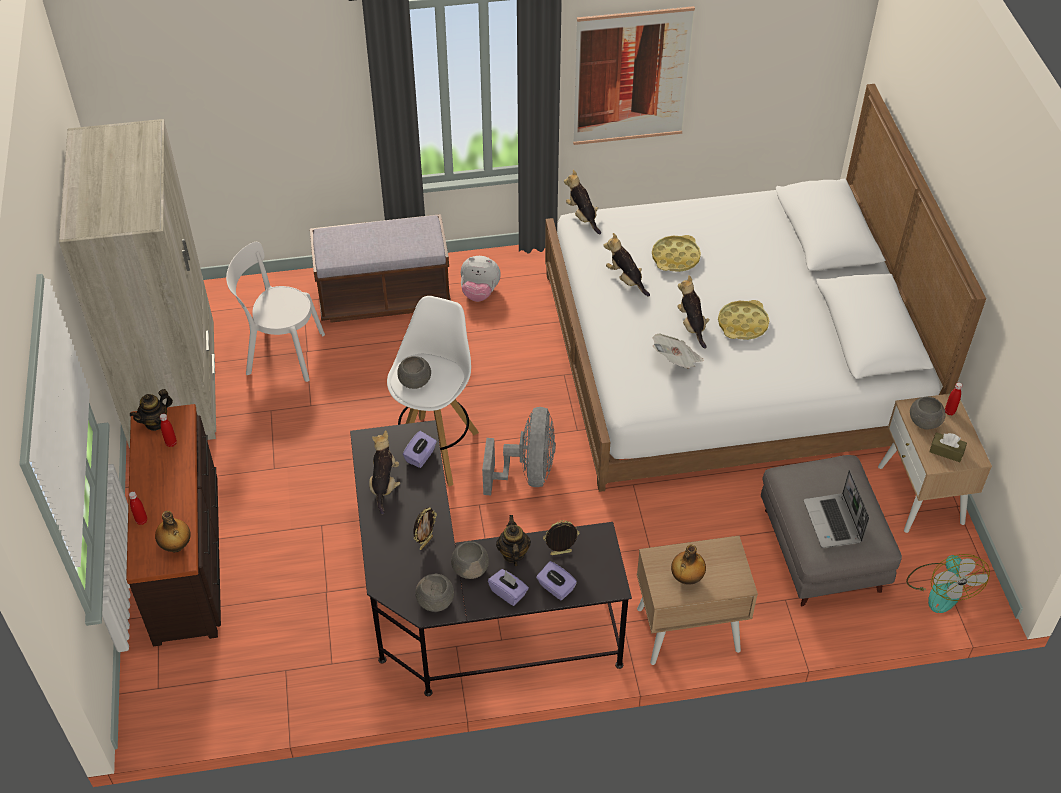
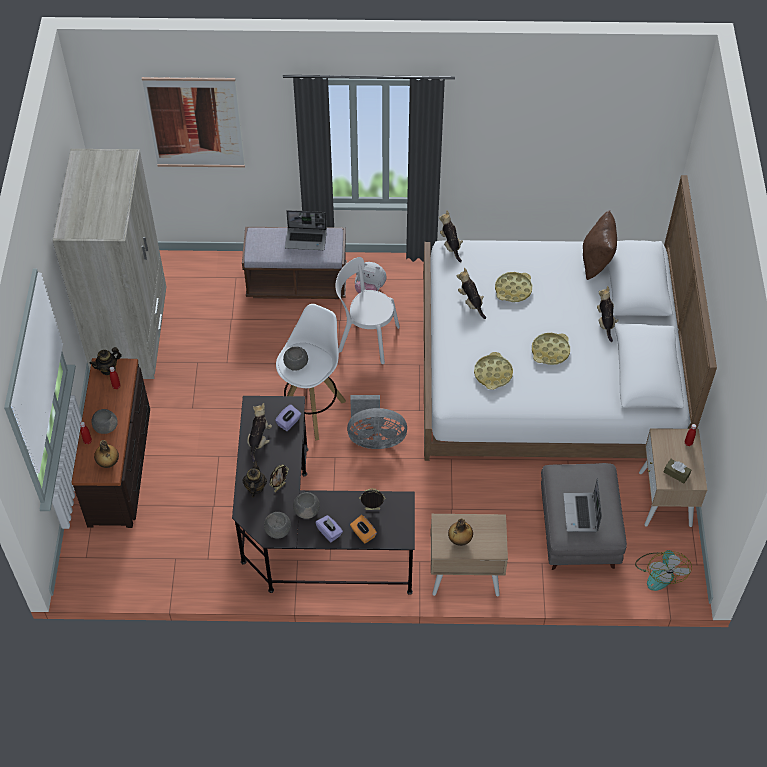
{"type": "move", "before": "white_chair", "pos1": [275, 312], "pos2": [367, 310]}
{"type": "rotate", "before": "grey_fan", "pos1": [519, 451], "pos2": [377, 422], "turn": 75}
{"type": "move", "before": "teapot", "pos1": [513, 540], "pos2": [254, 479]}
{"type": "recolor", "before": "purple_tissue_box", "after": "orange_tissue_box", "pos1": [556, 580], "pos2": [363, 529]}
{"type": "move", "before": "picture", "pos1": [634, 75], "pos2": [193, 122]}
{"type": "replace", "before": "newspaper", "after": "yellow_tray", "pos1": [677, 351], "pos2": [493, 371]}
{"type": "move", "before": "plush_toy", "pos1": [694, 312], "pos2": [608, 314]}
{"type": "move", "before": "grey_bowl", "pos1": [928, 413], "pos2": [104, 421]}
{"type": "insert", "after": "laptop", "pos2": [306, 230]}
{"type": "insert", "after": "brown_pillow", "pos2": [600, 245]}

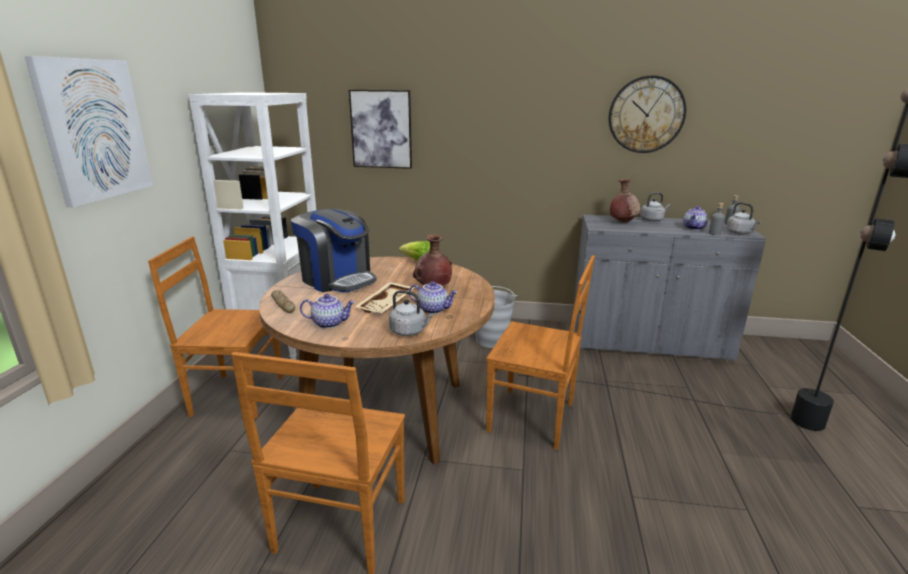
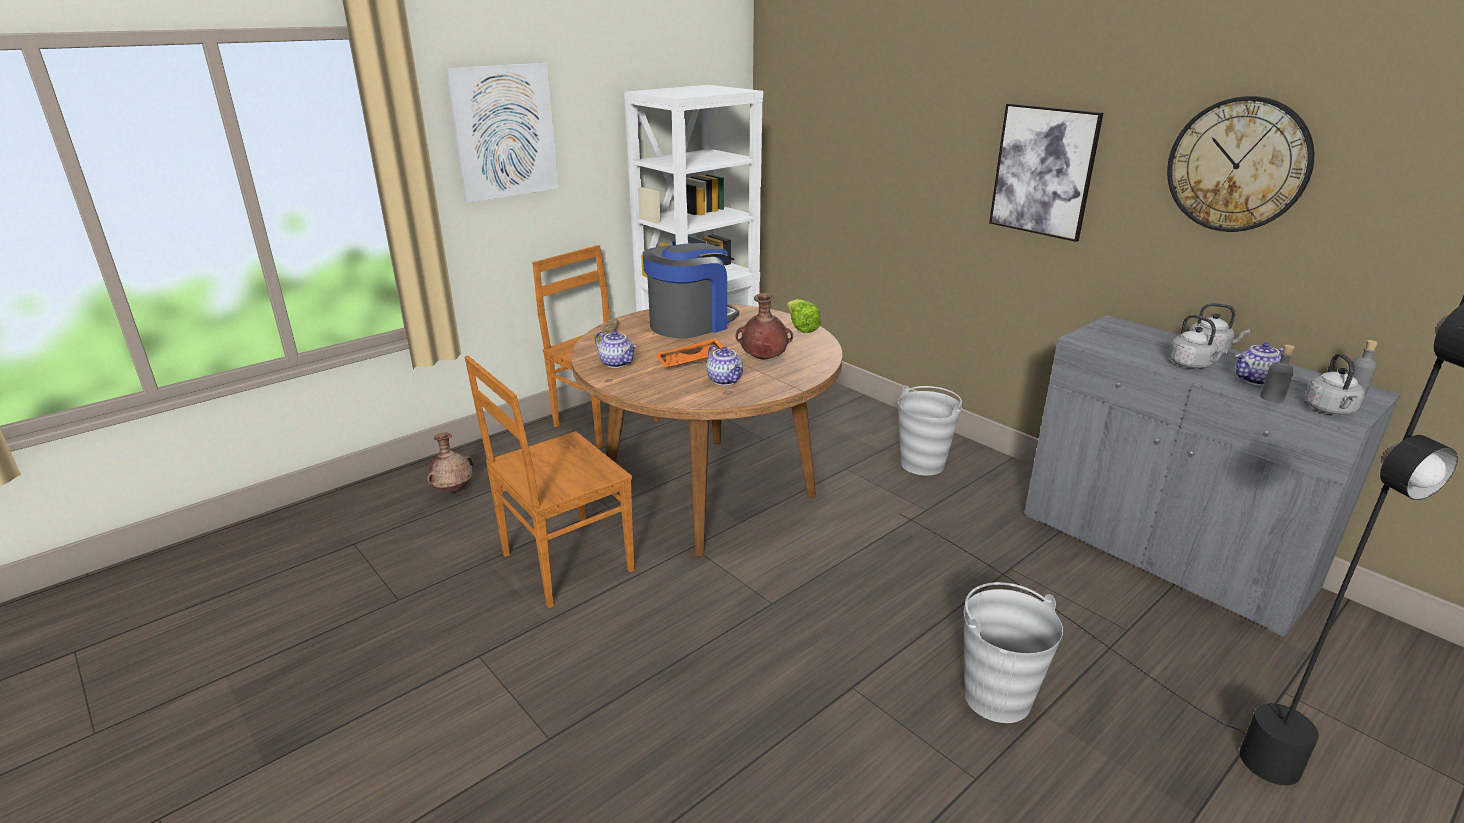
{"type": "rotate", "before": "coffee_machine", "pos1": [334, 250], "pos2": [690, 290], "turn": -120}
{"type": "move", "before": "picture", "pos1": [380, 129], "pos2": [1046, 172]}
{"type": "recolor", "before": "beige_tray", "after": "orange_tray", "pos1": [385, 297], "pos2": [690, 352]}
{"type": "move", "before": "grey_kettle", "pos1": [411, 313], "pos2": [1198, 342]}
{"type": "delete", "before": "brown_chair", "pos1": [540, 352]}
{"type": "move", "before": "brown_vase", "pos1": [625, 201], "pos2": [450, 462]}
{"type": "insert", "after": "grey_bucket", "pos2": [1013, 652]}

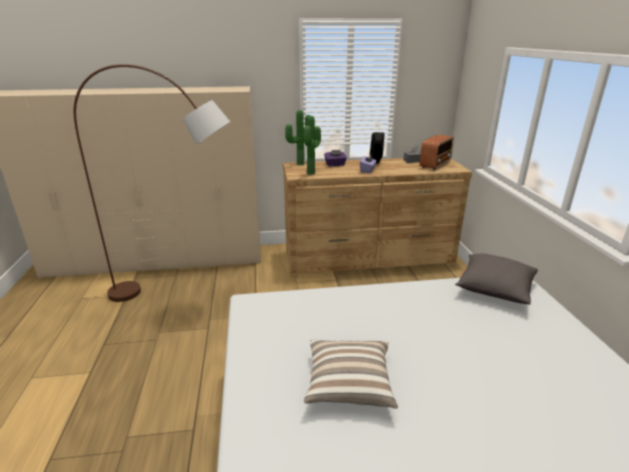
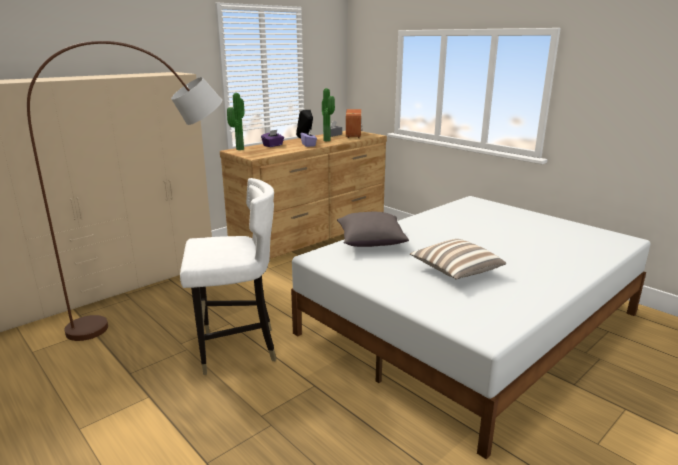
{"type": "move", "before": "potted_plant", "pos1": [312, 145], "pos2": [328, 114]}
{"type": "move", "before": "grey_pillow", "pos1": [496, 279], "pos2": [373, 229]}
{"type": "insert", "after": "white_chair", "pos2": [228, 276]}

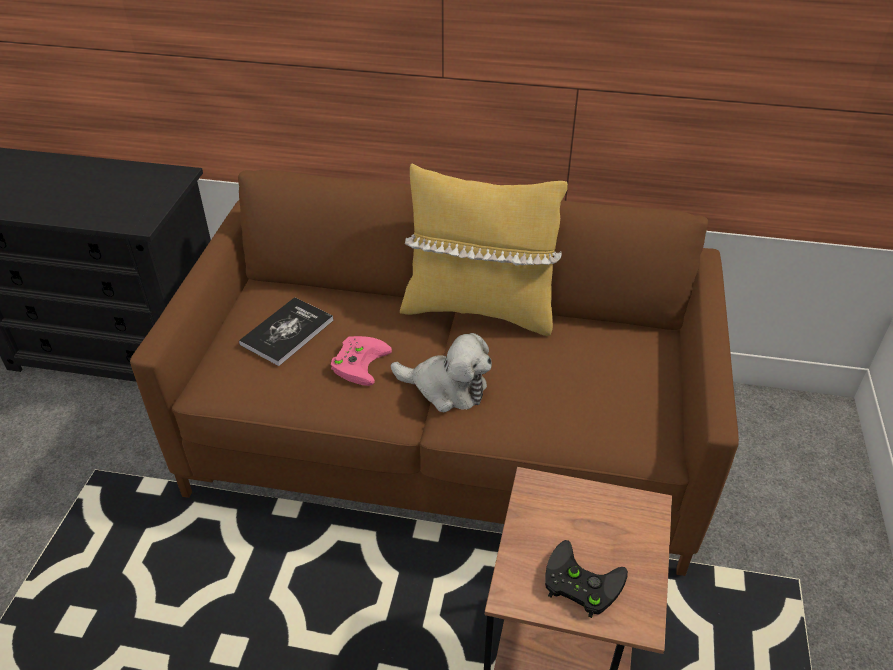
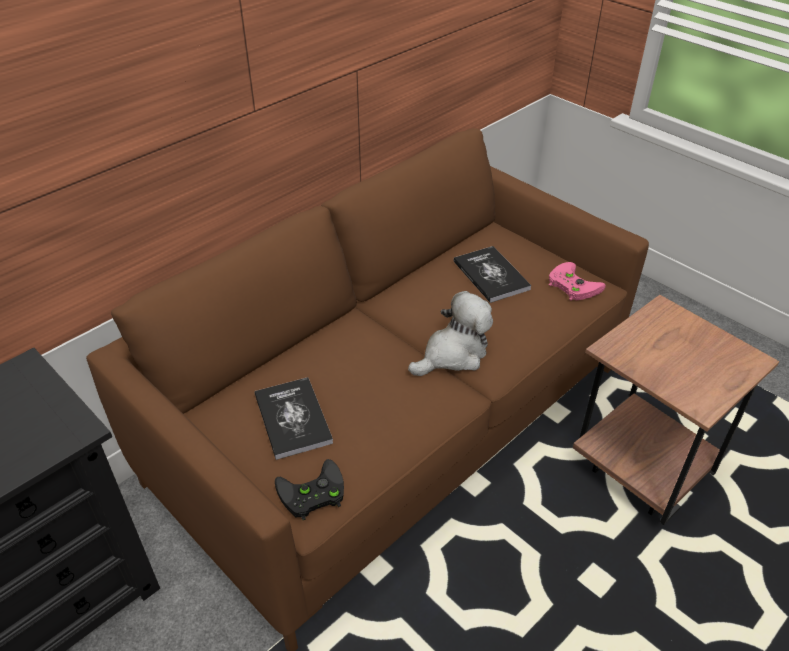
{"type": "move", "before": "pink_game_controller", "pos1": [361, 361], "pos2": [577, 281]}
{"type": "delete", "before": "yellow_pillow", "pos1": [484, 249]}
{"type": "move", "before": "black_game_controller", "pos1": [586, 579], "pos2": [309, 489]}
{"type": "insert", "after": "book", "pos2": [492, 274]}

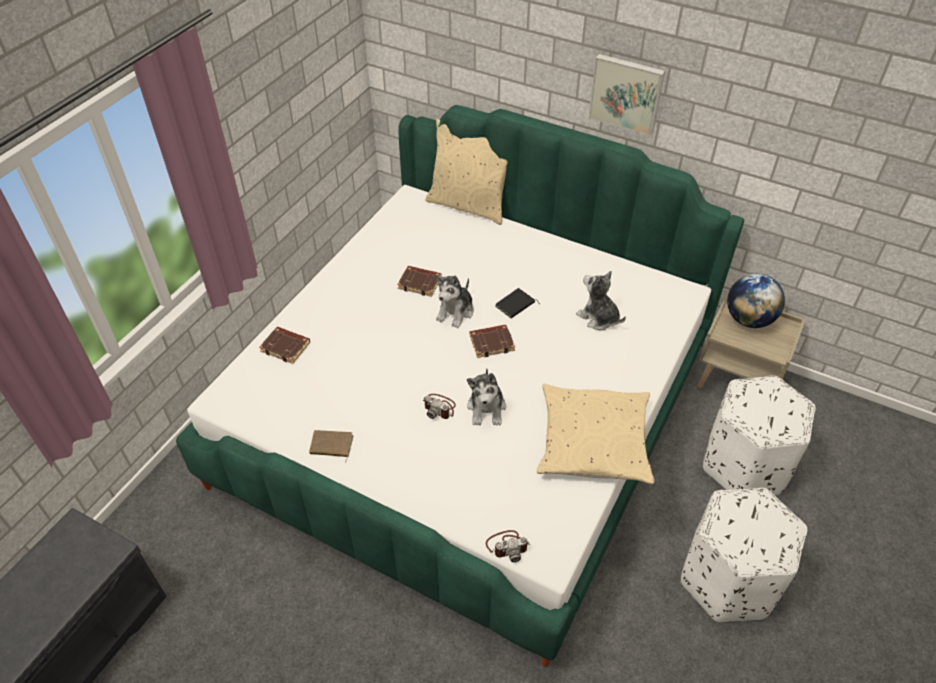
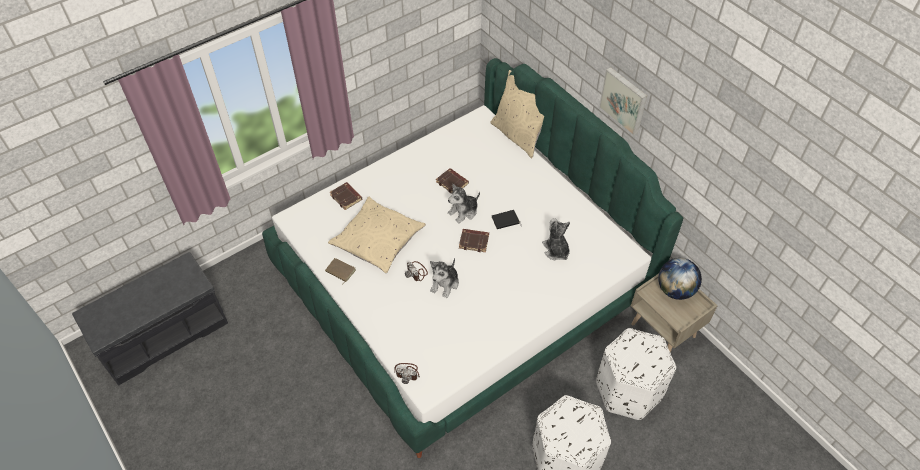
{"type": "move", "before": "beige_pillow", "pos1": [595, 434], "pos2": [377, 235]}

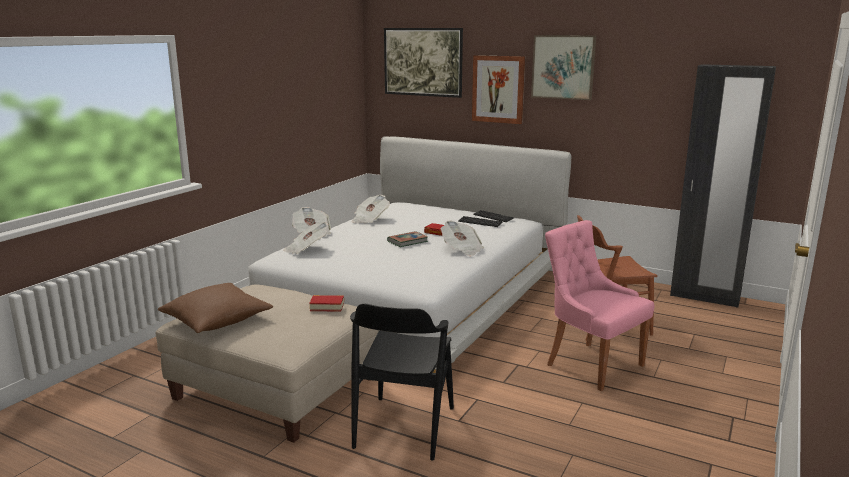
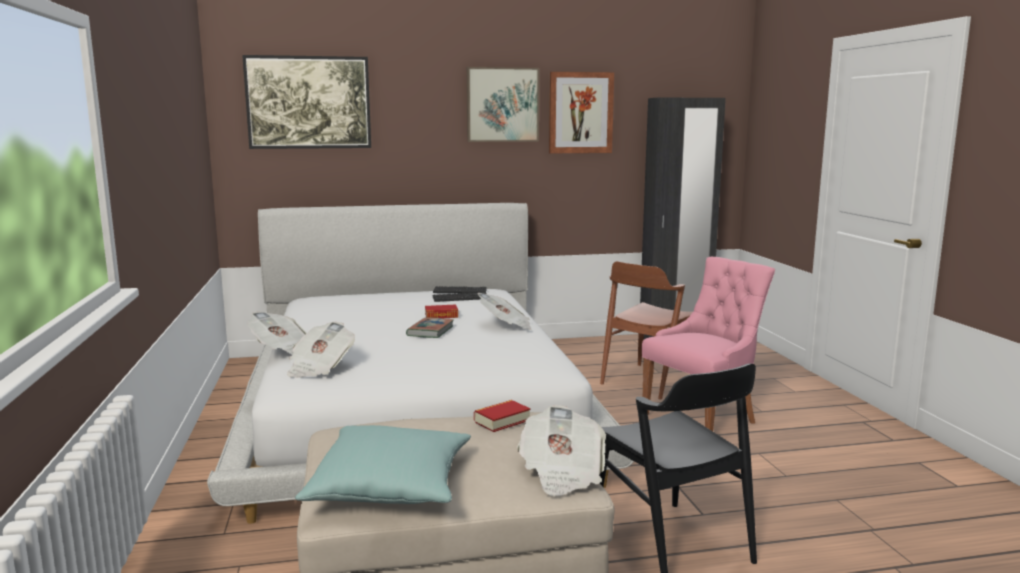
{"type": "recolor", "before": "brown_pillow", "after": "turquoise_pillow", "pos1": [215, 308], "pos2": [383, 464]}
{"type": "move", "before": "newspaper", "pos1": [371, 209], "pos2": [561, 450]}
{"type": "move", "before": "picture", "pos1": [498, 89], "pos2": [581, 112]}
{"type": "rotate", "before": "pink_chair", "pos1": [599, 305], "pos2": [708, 344], "turn": 135}

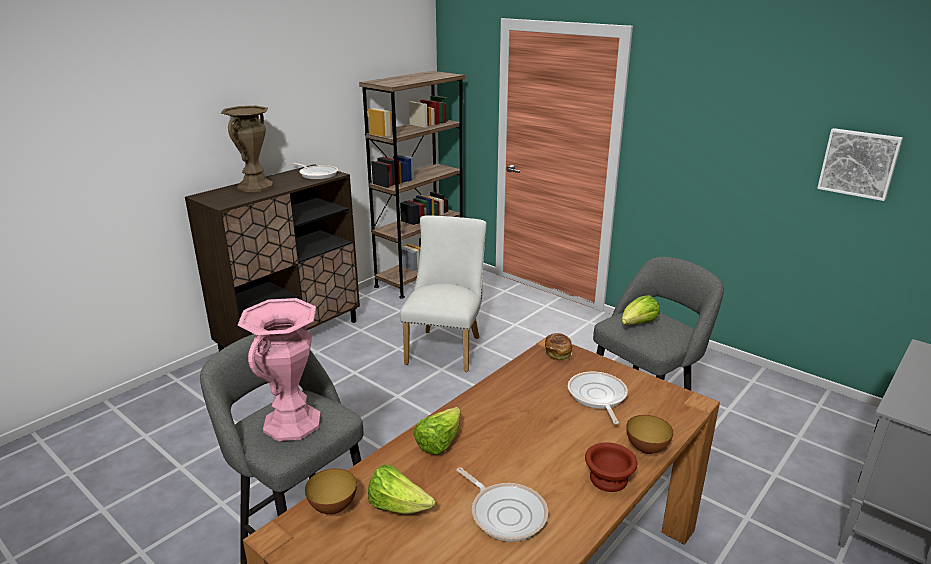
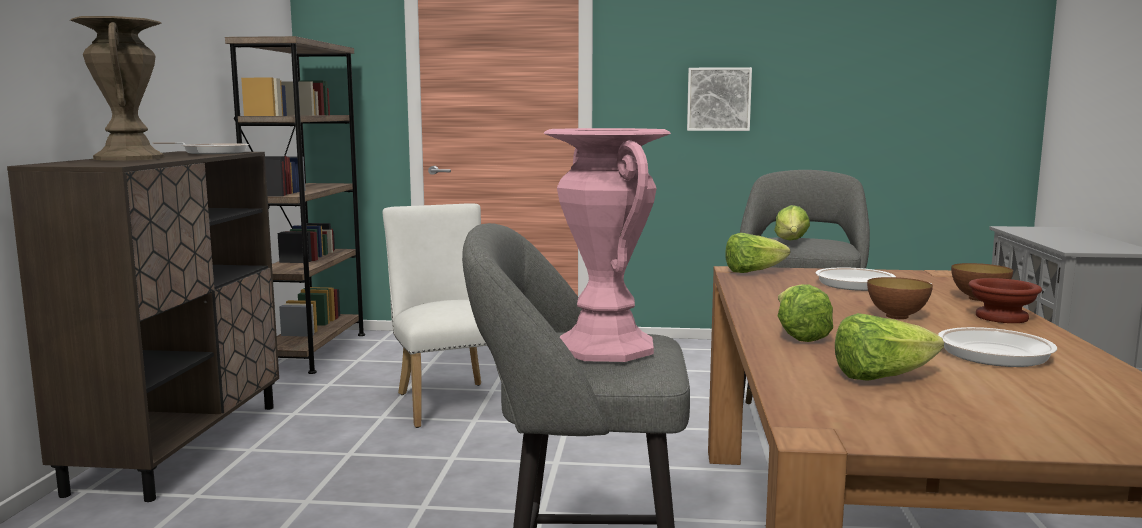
{"type": "move", "before": "bowl", "pos1": [331, 491], "pos2": [900, 298]}
{"type": "replace", "before": "bread", "after": "lettuce", "pos1": [558, 346], "pos2": [757, 253]}
{"type": "move", "before": "picture", "pos1": [860, 164], "pos2": [719, 99]}

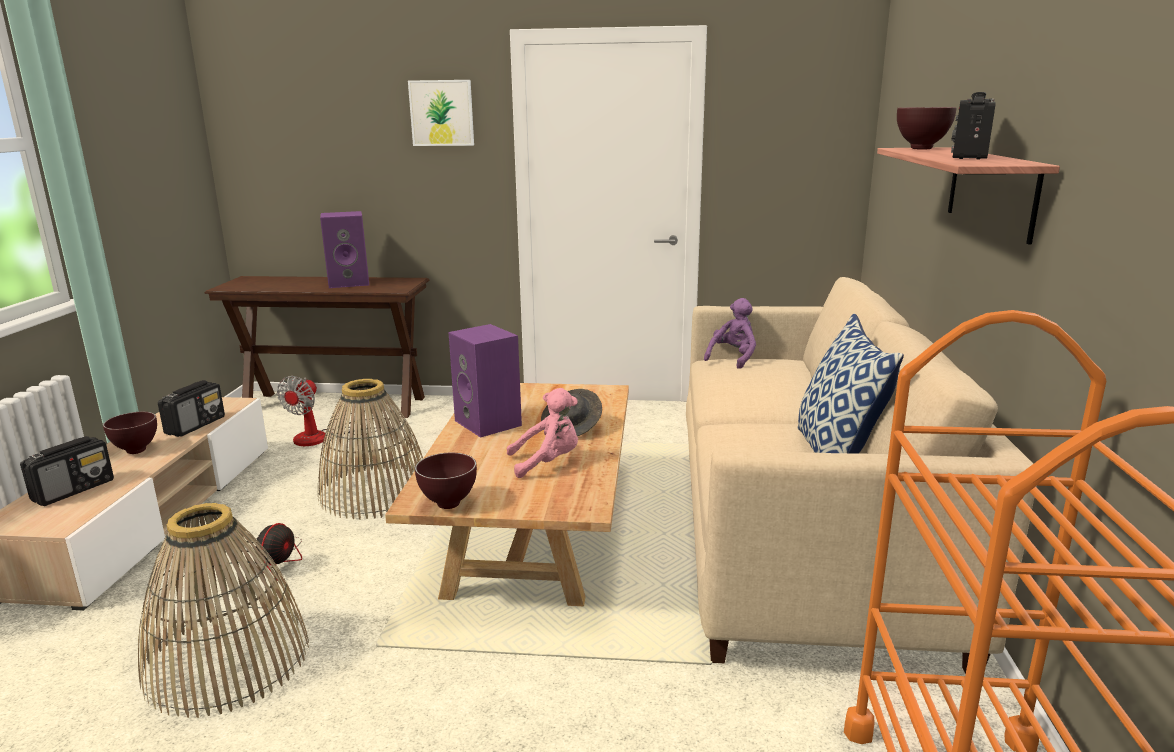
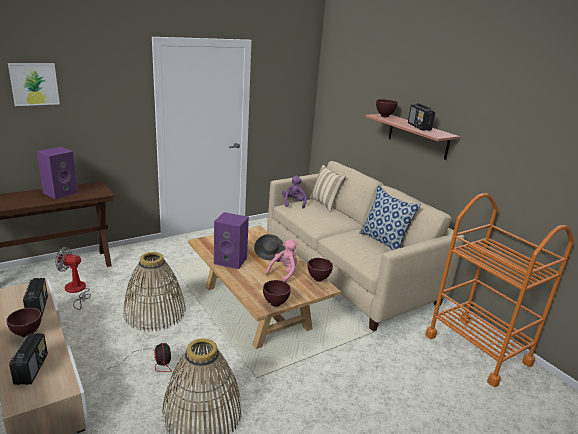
{"type": "rotate", "before": "fan", "pos1": [332, 411], "pos2": [73, 278], "turn": 120}
{"type": "move", "before": "picture", "pos1": [441, 113], "pos2": [34, 84]}
{"type": "insert", "after": "brown_bowl", "pos2": [320, 270]}
{"type": "insert", "after": "beige_pillow", "pos2": [327, 188]}

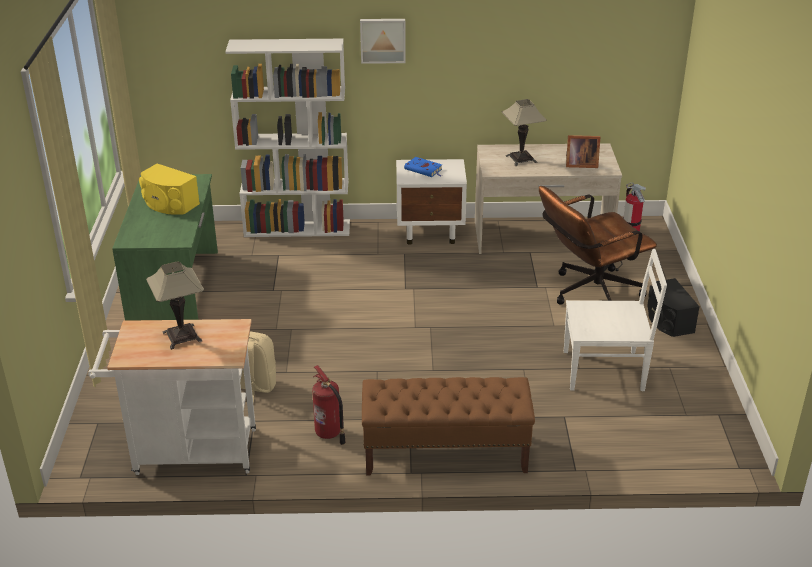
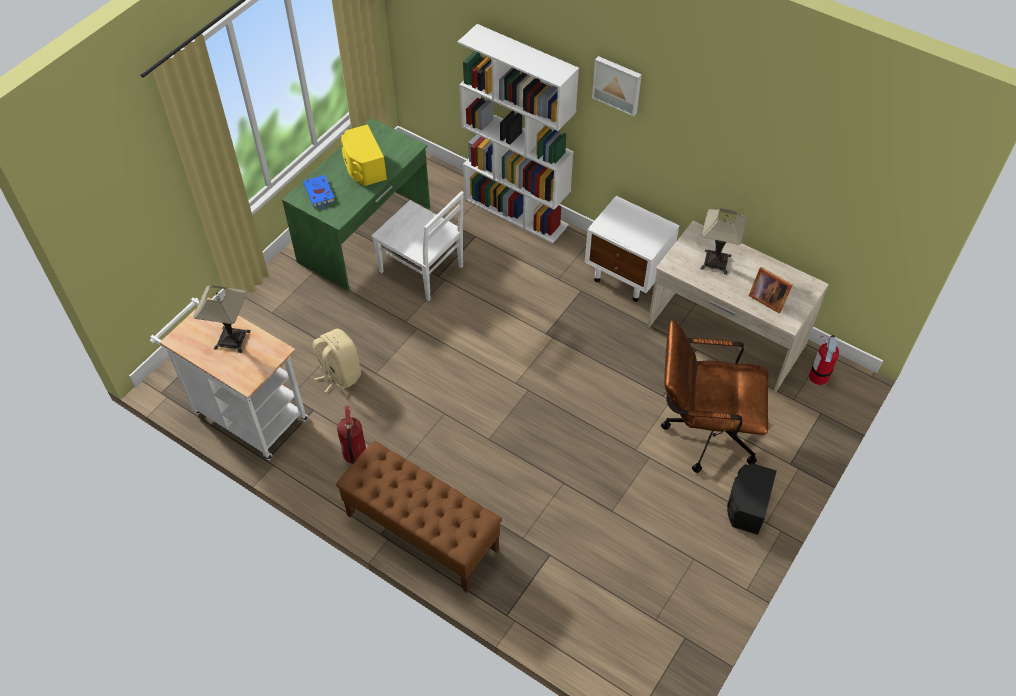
{"type": "move", "before": "blue_book", "pos1": [423, 167], "pos2": [319, 193]}
{"type": "move", "before": "white_chair", "pos1": [615, 320], "pos2": [418, 246]}

